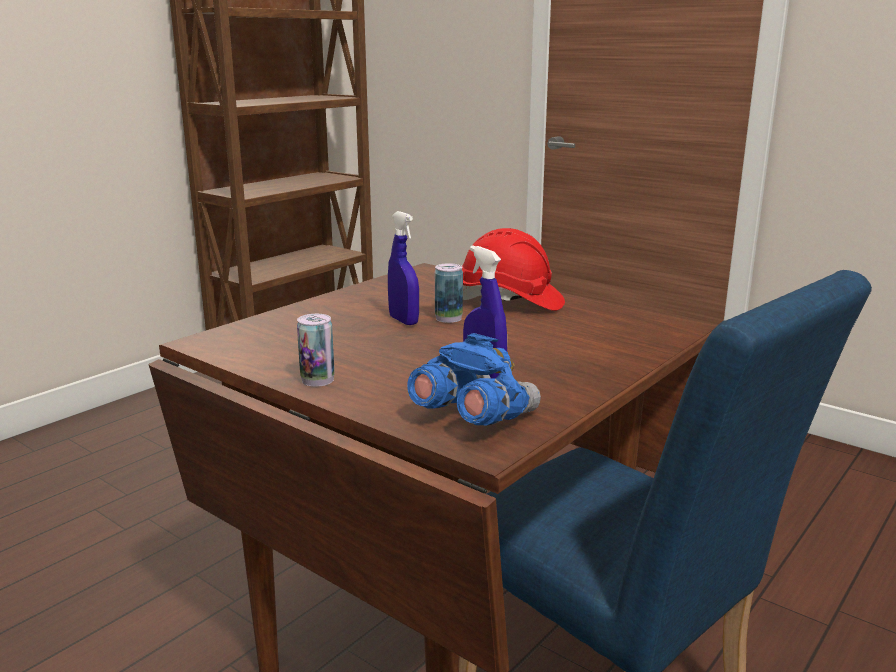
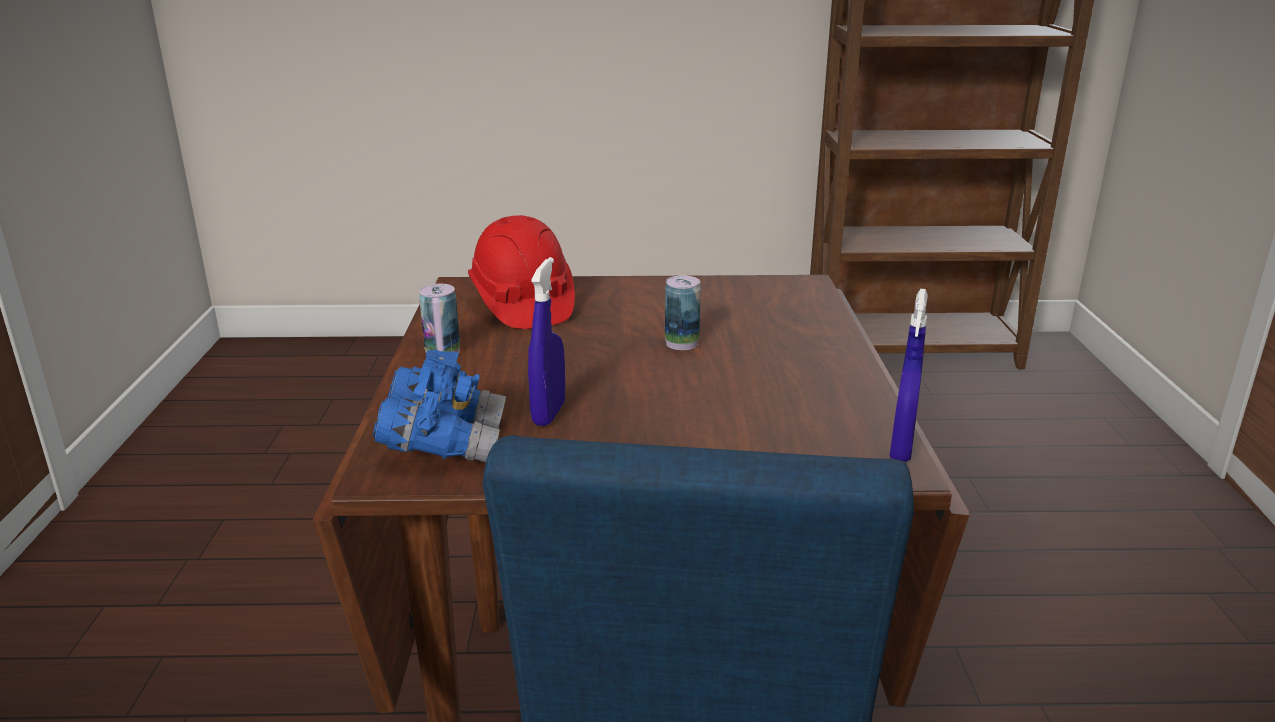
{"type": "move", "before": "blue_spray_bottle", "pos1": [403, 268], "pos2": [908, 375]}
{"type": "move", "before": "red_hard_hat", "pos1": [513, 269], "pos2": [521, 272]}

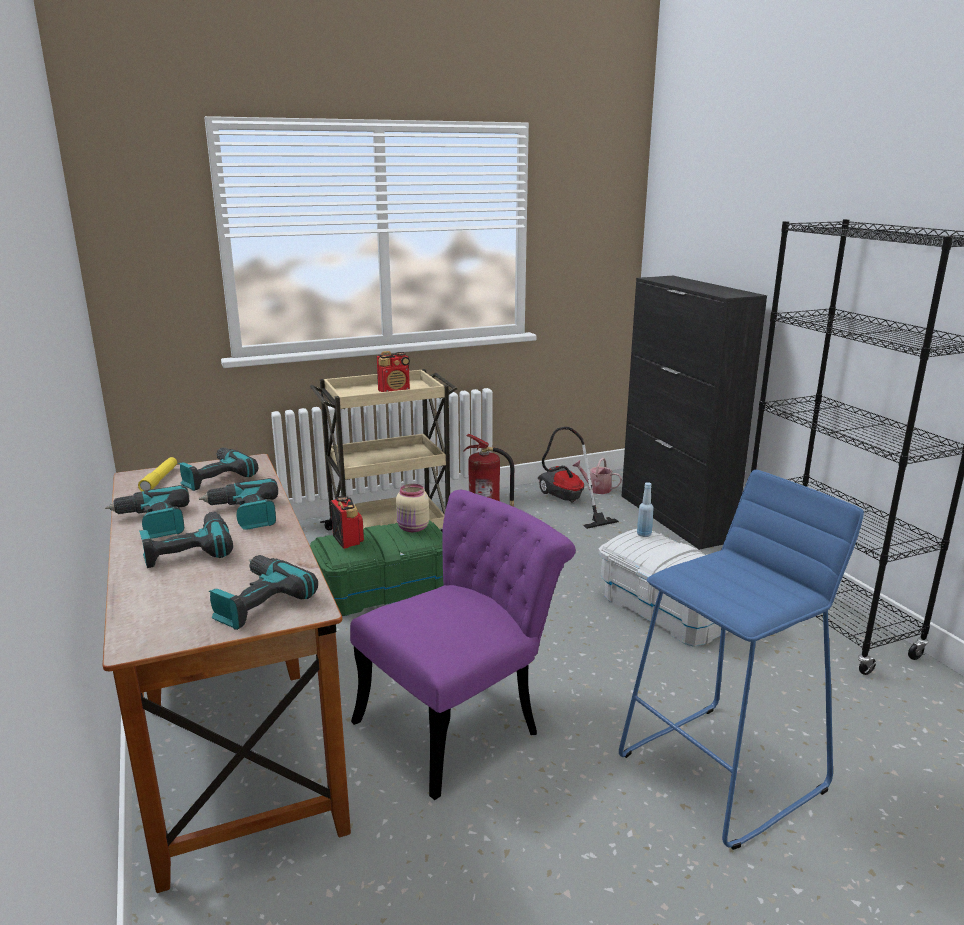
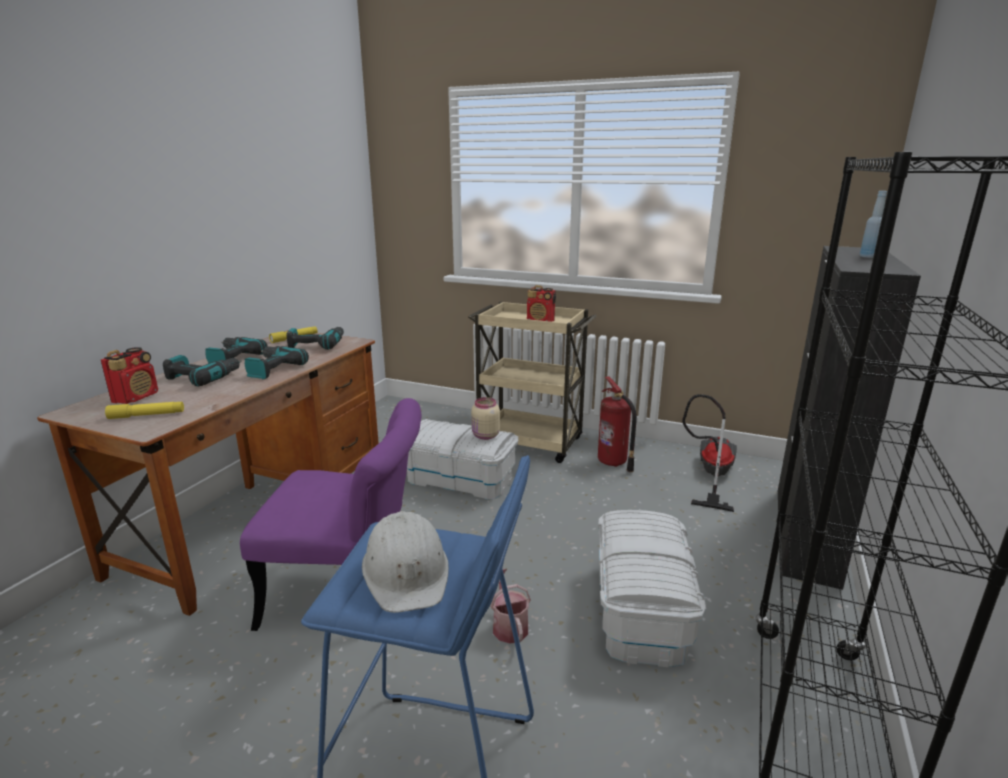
{"type": "replace", "before": "power_drill", "after": "yellow_flashlight", "pos1": [263, 592], "pos2": [144, 410]}
{"type": "recolor", "before": "green_storage_box", "after": "white_storage_box", "pos1": [377, 568], "pos2": [462, 459]}
{"type": "move", "before": "radio", "pos1": [347, 522], "pos2": [129, 375]}
{"type": "move", "before": "watering_can", "pos1": [597, 476], "pos2": [511, 606]}
{"type": "move", "before": "blue_bottle", "pos1": [645, 509], "pos2": [873, 224]}
{"type": "insert", "after": "white_hard_hat", "pos2": [405, 562]}

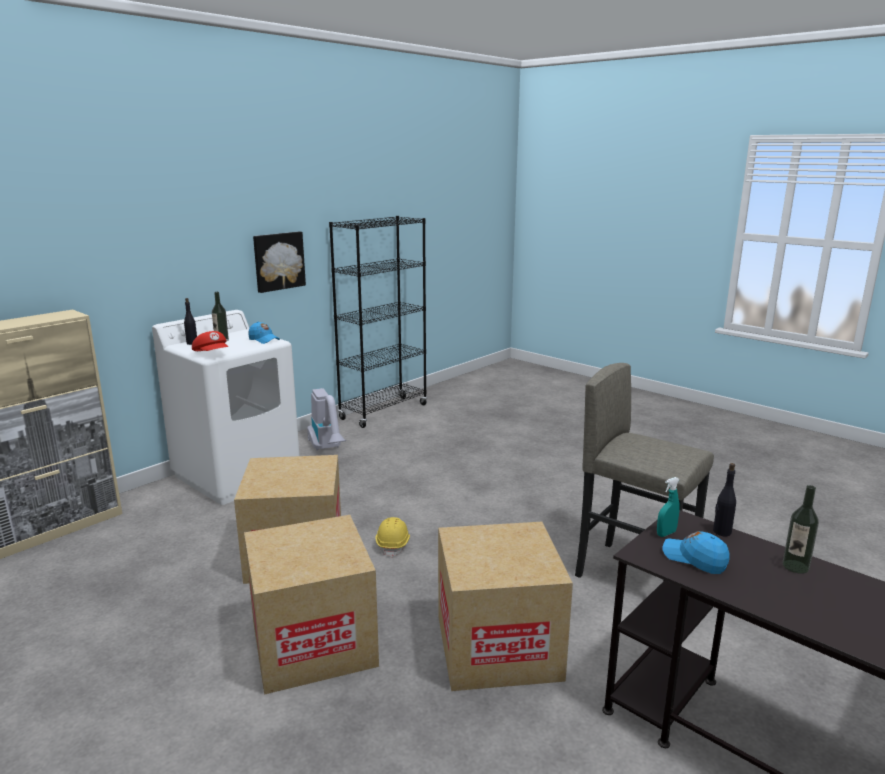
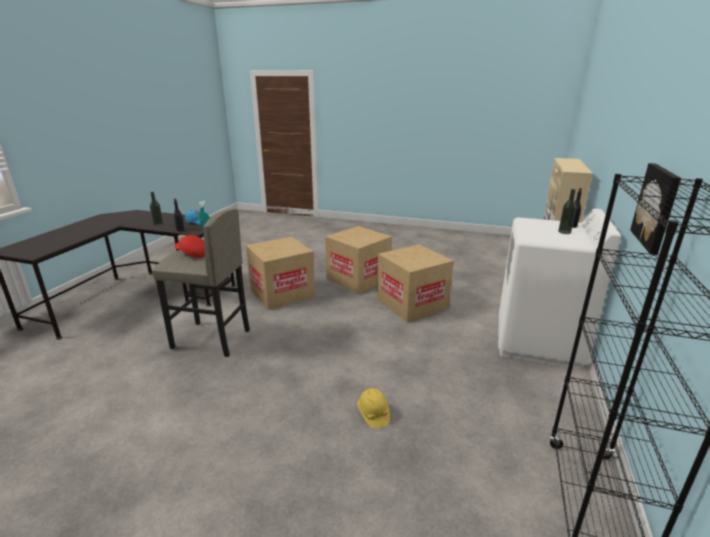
{"type": "move", "before": "red_cap", "pos1": [210, 341], "pos2": [189, 246]}
{"type": "delete", "before": "blue_cap", "pos1": [264, 333]}
{"type": "delete", "before": "vacuum_cleaner", "pos1": [326, 419]}
{"type": "move", "before": "yellow_hard_hat", "pos1": [393, 537], "pos2": [373, 409]}

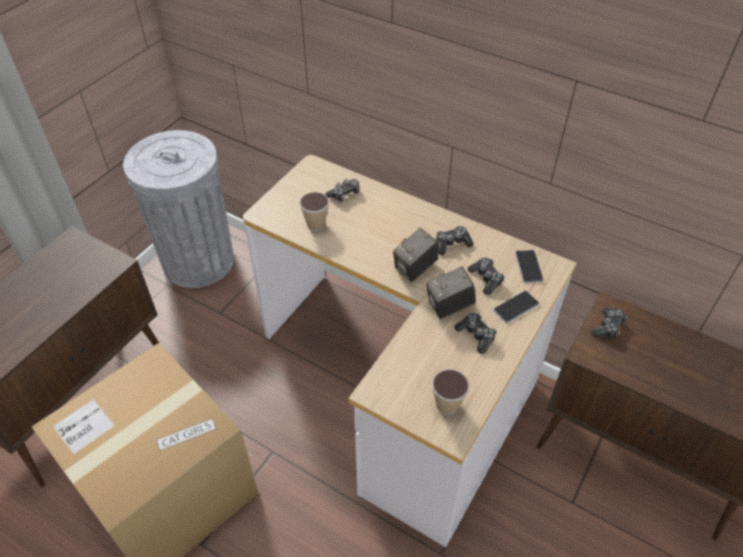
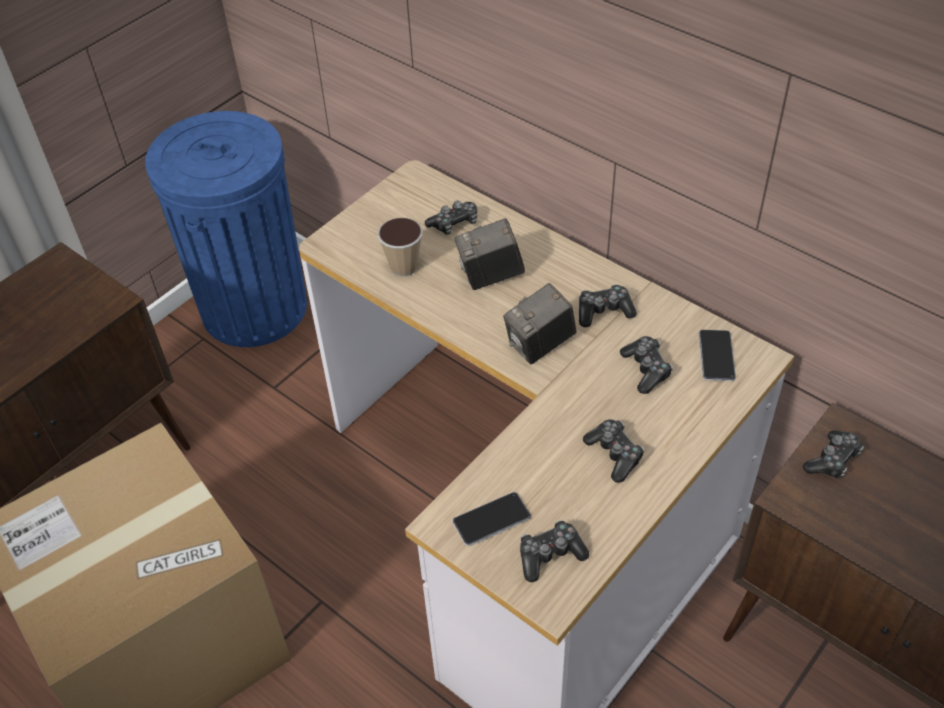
{"type": "recolor", "before": "grey_trash_can", "after": "blue_trash_can", "pos1": [178, 209], "pos2": [226, 229]}
{"type": "move", "before": "photo_camera", "pos1": [451, 292], "pos2": [490, 254]}
{"type": "replace", "before": "cup", "after": "game_controller", "pos1": [451, 392], "pos2": [554, 551]}
{"type": "move", "before": "phone", "pos1": [516, 307], "pos2": [491, 519]}

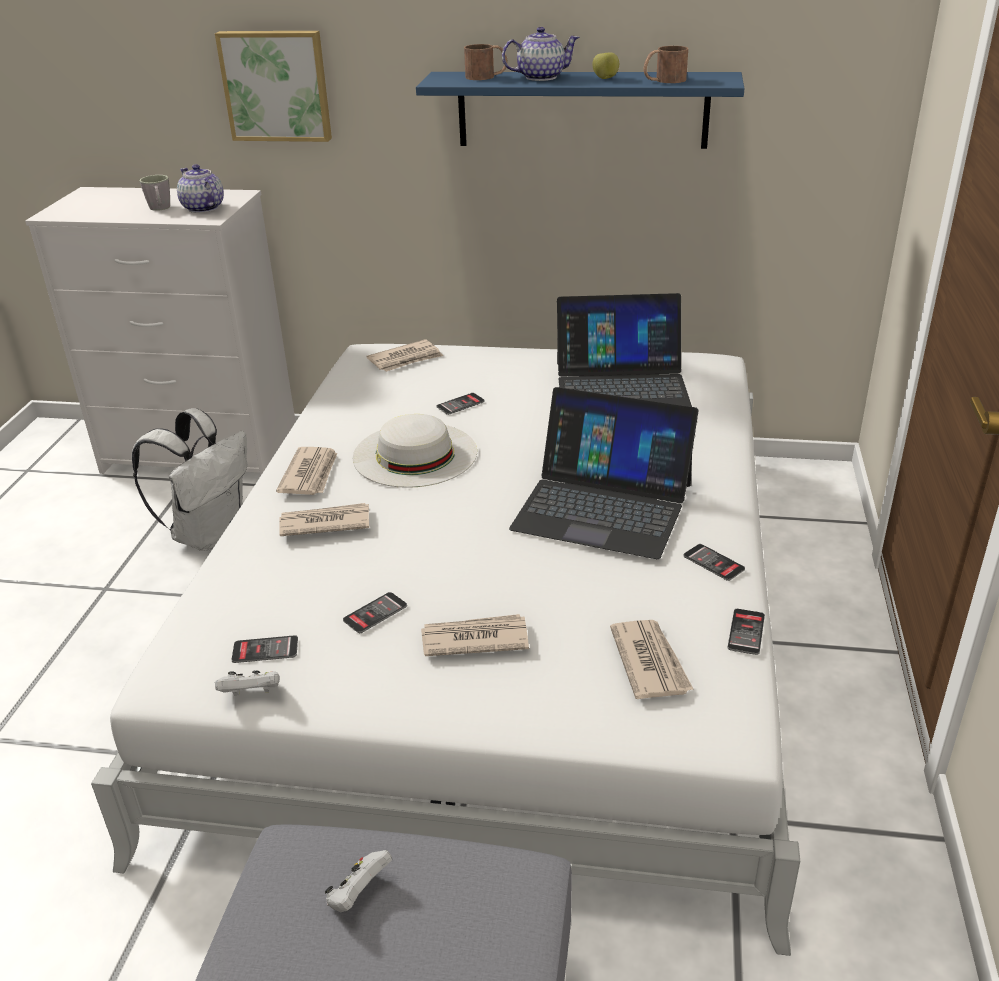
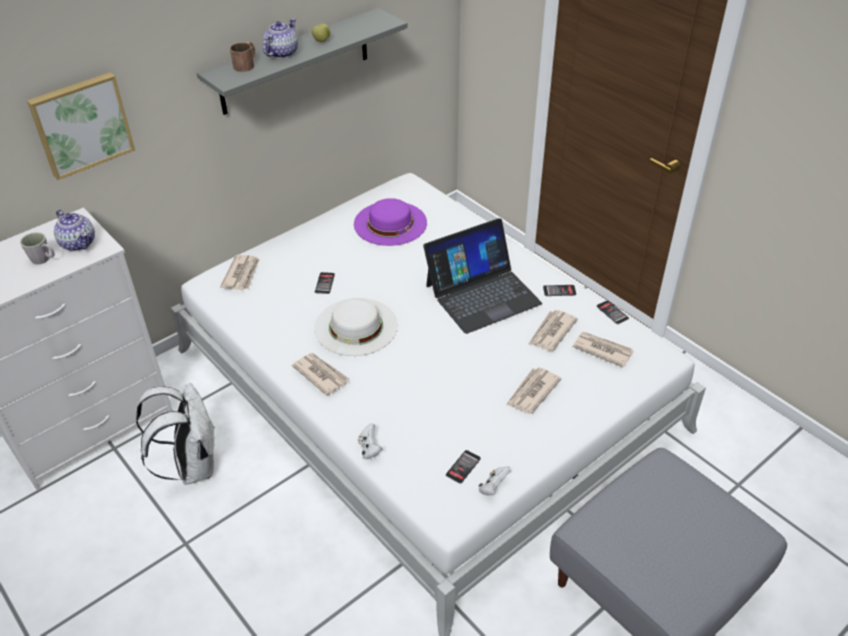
{"type": "rotate", "before": "teapot", "pos1": [200, 188], "pos2": [74, 230], "turn": -135}
{"type": "move", "before": "newspaper", "pos1": [324, 519], "pos2": [553, 330]}
{"type": "move", "before": "white_game_controller", "pos1": [358, 881], "pos2": [370, 441]}
{"type": "delete", "before": "phone", "pos1": [375, 612]}
{"type": "recolor", "before": "blue_shelf", "after": "grey_shelf", "pos1": [580, 110], "pos2": [302, 61]}
{"type": "replace", "before": "laptop", "after": "purple_hat", "pos1": [624, 350], "pos2": [390, 222]}
{"type": "delete", "before": "brown_mug", "pos1": [665, 64]}

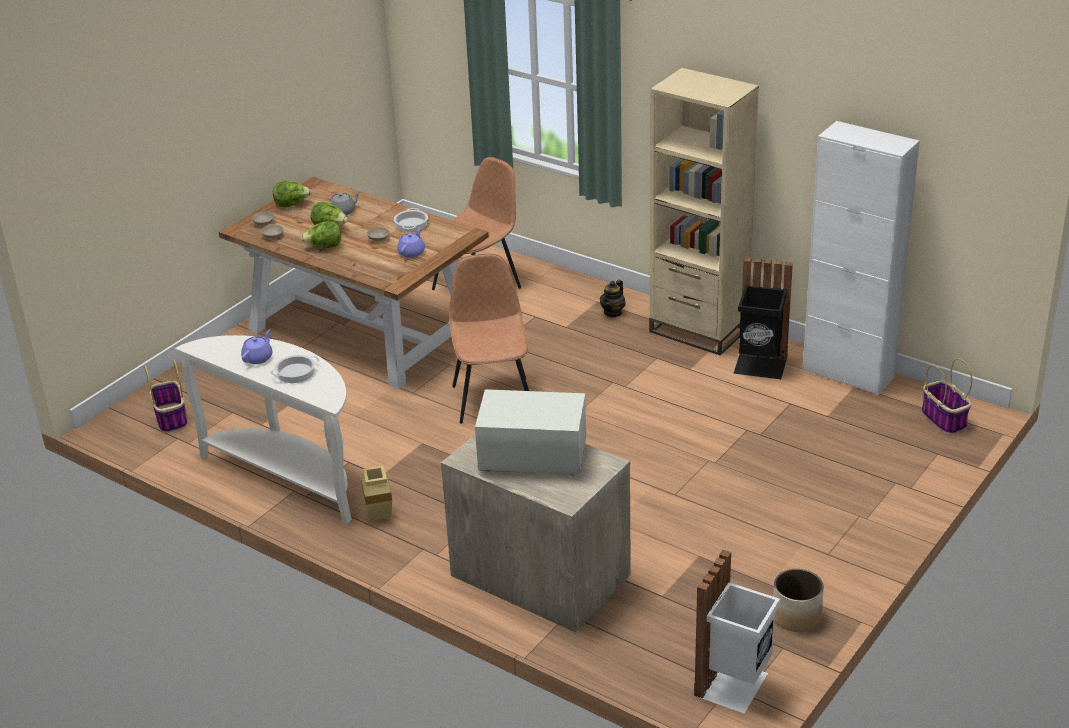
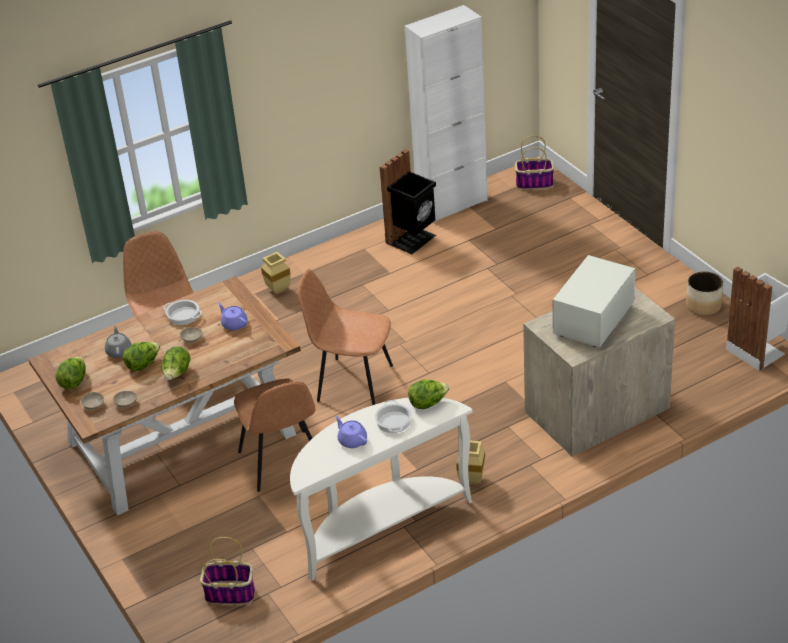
{"type": "replace", "before": "teapot", "after": "beige_vase", "pos1": [613, 299], "pos2": [276, 273]}
{"type": "delete", "before": "beige_bookcase", "pos1": [704, 212]}
{"type": "insert", "after": "brown_chair", "pos2": [275, 435]}
{"type": "insert", "after": "lettuce", "pos2": [428, 394]}

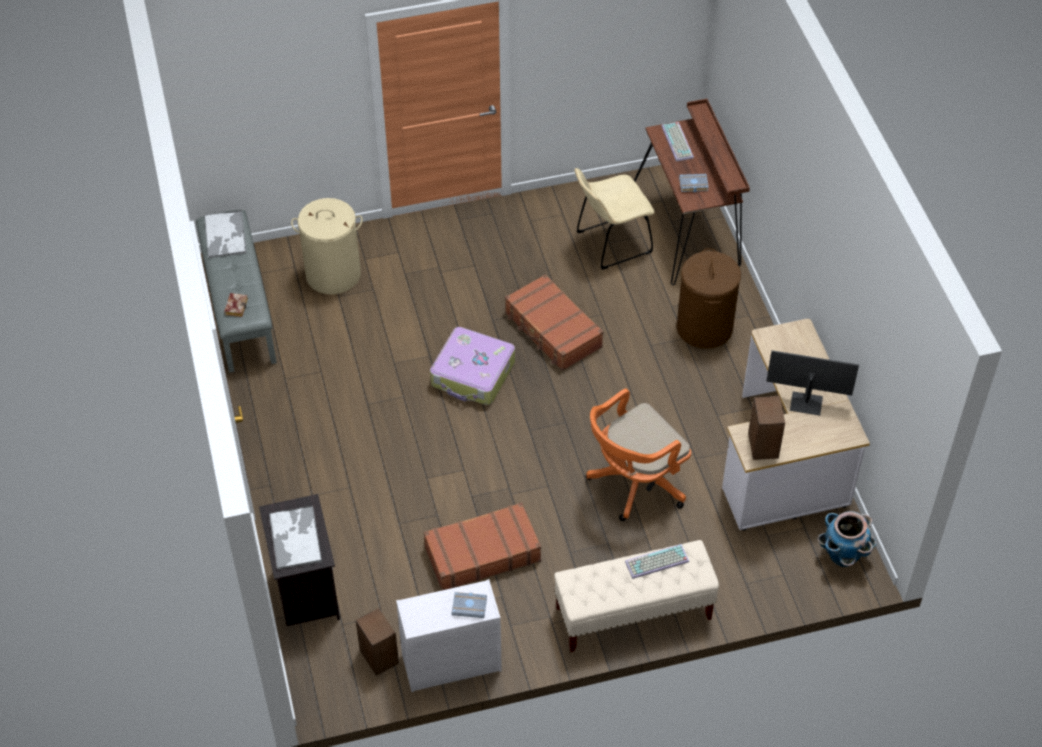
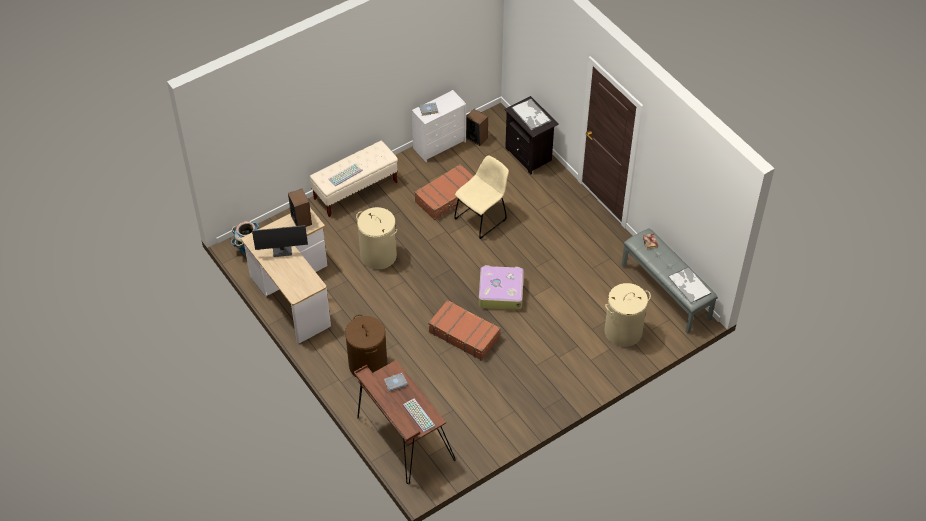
{"type": "move", "before": "beige_chair", "pos1": [614, 219], "pos2": [481, 197]}
{"type": "replace", "before": "orange_office_chair", "after": "beige_laundry_basket", "pos1": [638, 454], "pos2": [376, 238]}

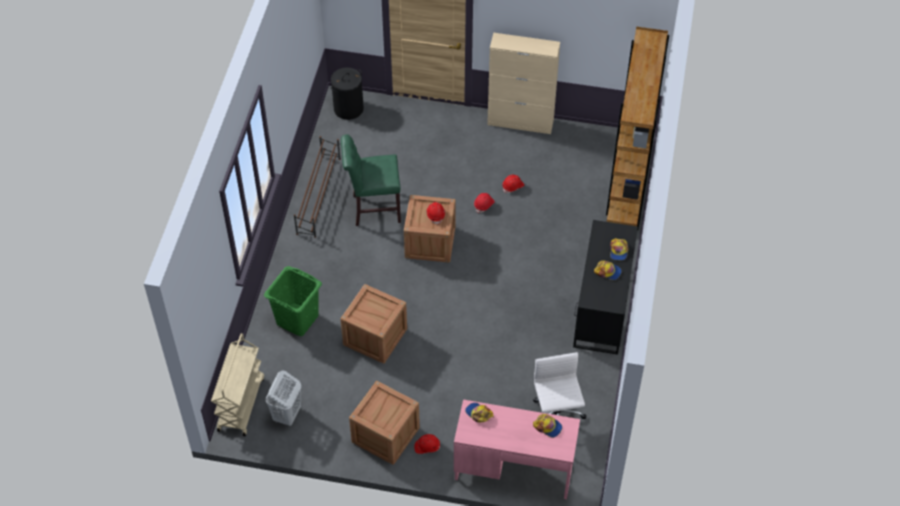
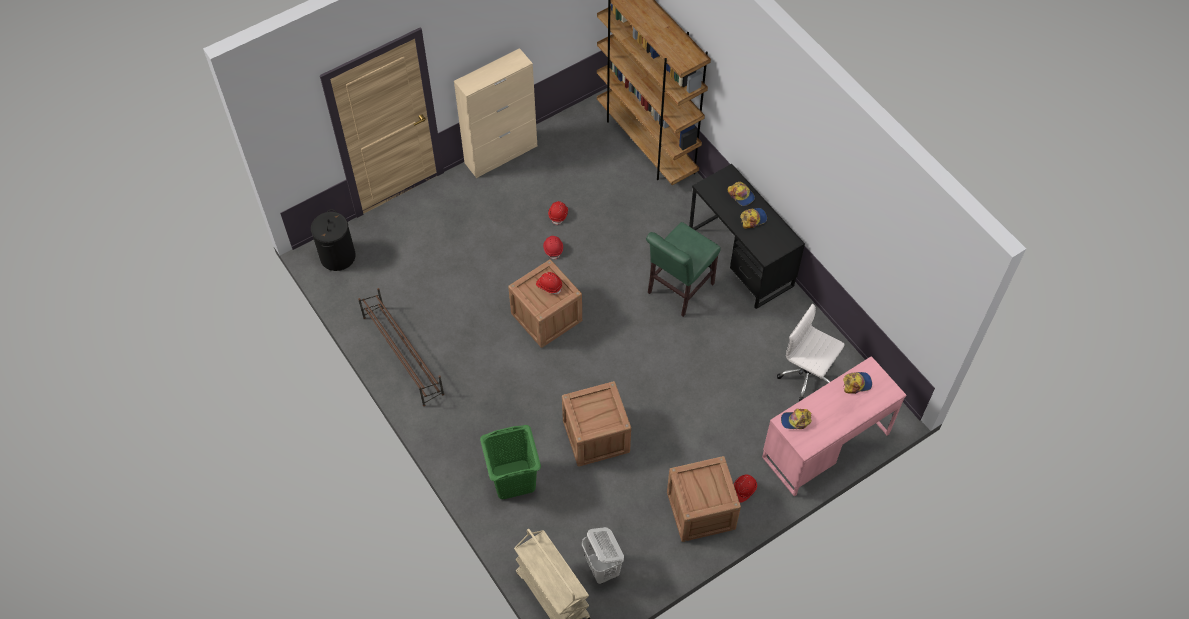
{"type": "move", "before": "green_chair", "pos1": [371, 180], "pos2": [683, 269]}

